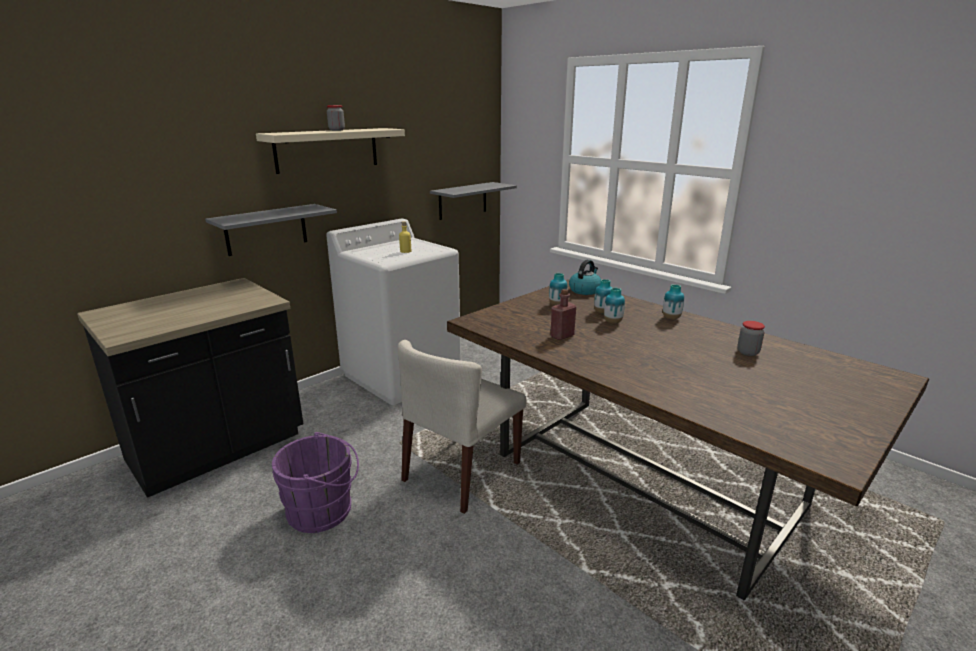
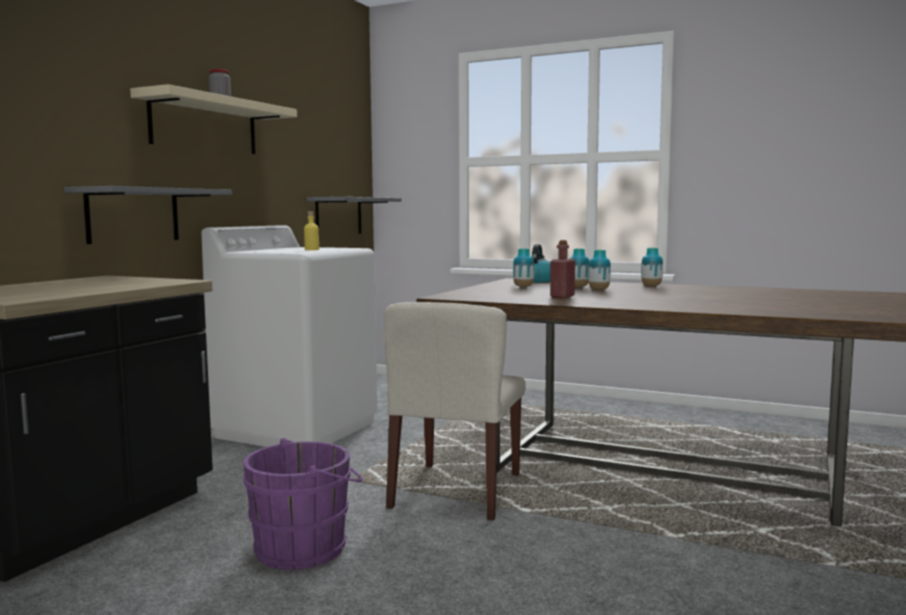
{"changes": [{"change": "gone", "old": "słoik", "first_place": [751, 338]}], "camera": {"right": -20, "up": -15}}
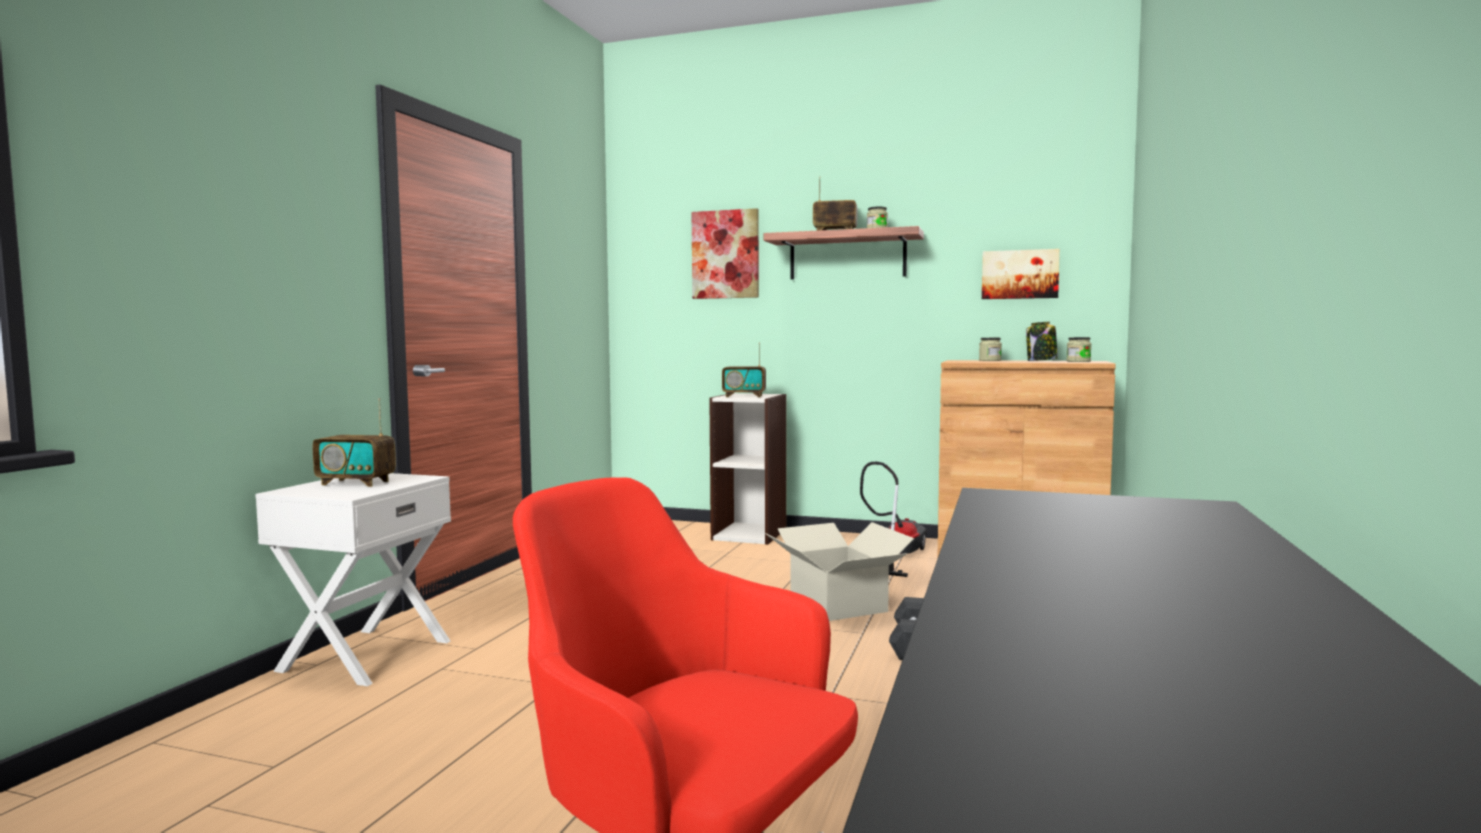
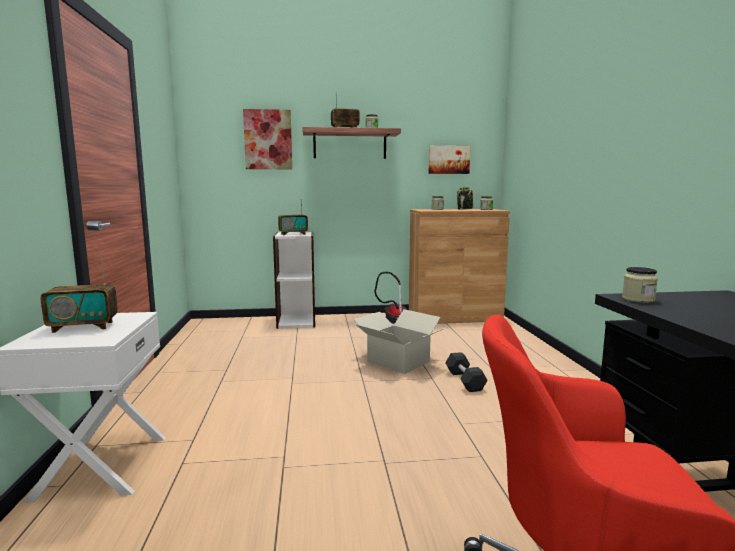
{"changes": [{"change": "new", "new": "słoik", "second_place": [640, 285]}], "camera": {"right": -25, "up": 5}}
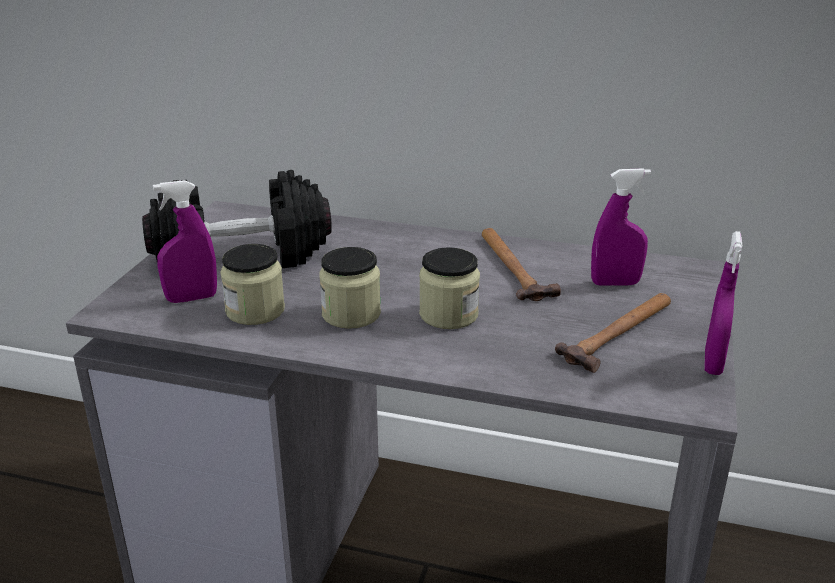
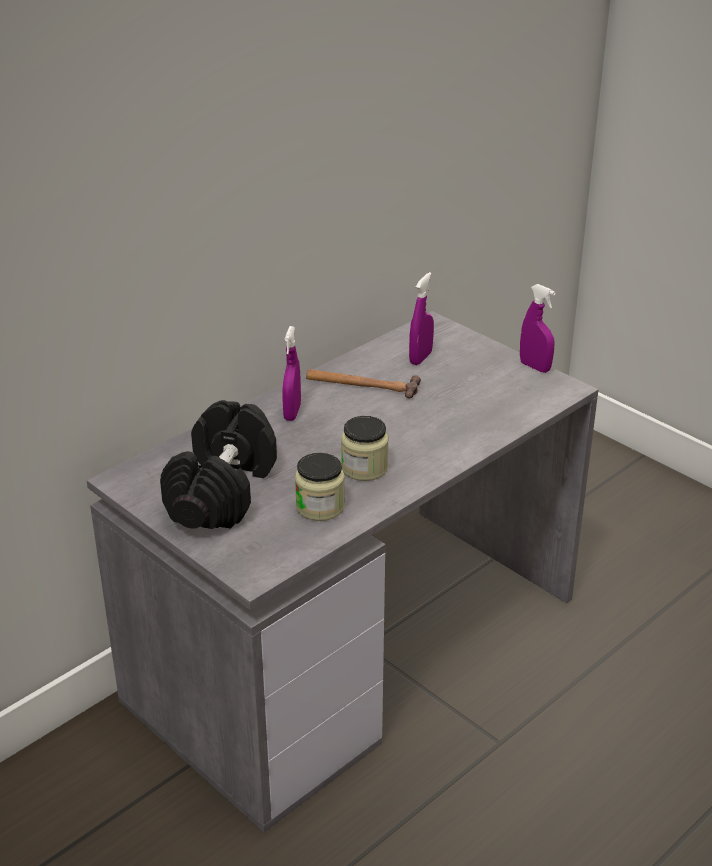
{"changes": [{"change": "shifted", "old": "spryskiwacz/fioletowy", "first_place": [185, 241], "second_place": [291, 373]}, {"change": "gone", "old": "słoik", "first_place": [449, 288]}, {"change": "gone", "old": "młotek", "first_place": [613, 333]}], "camera": {"right": -60, "up": 5}}
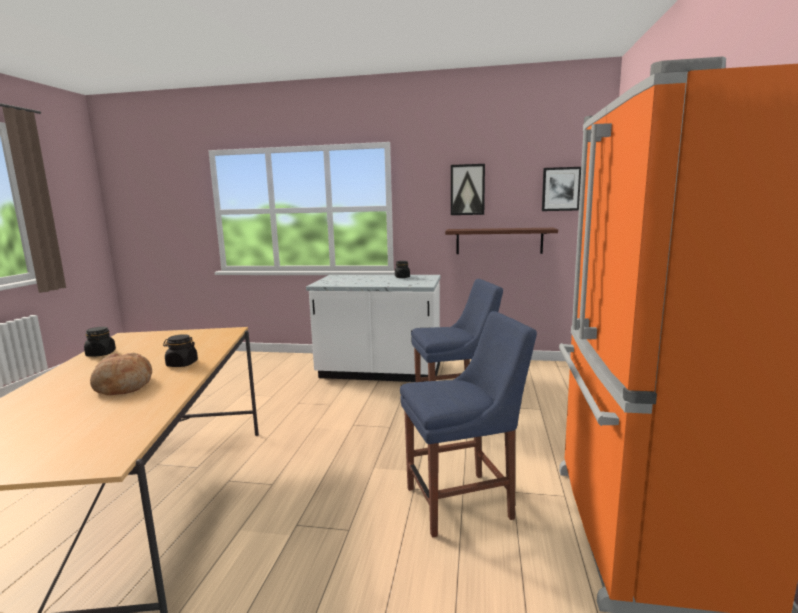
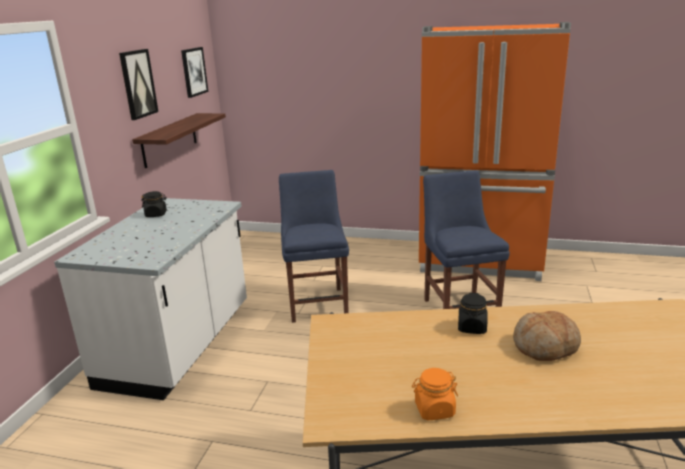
{"changes": [{"change": "repainted", "old": "słoik/czarny", "new": "słoik/pomarańczowy", "first_place": [100, 342], "second_place": [435, 394]}], "camera": {"right": -85, "up": 10}}
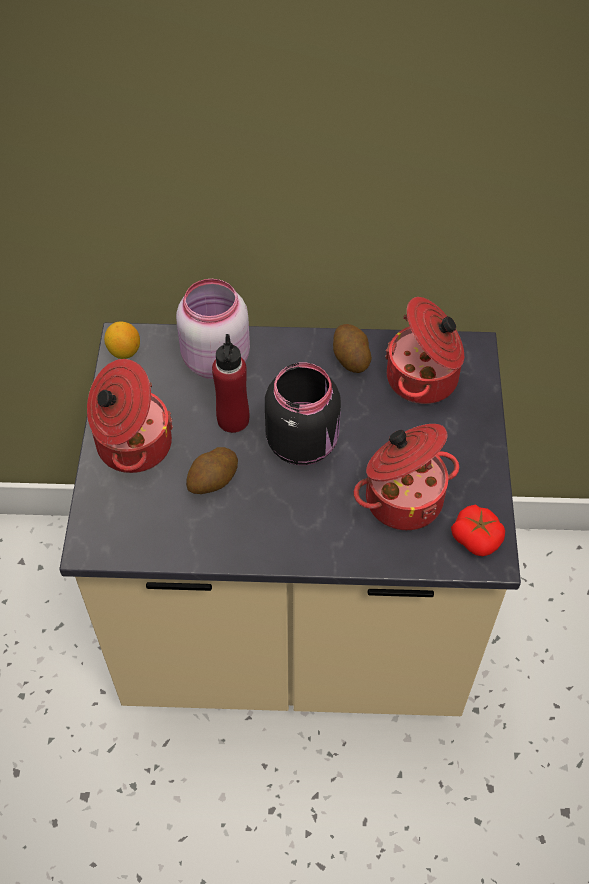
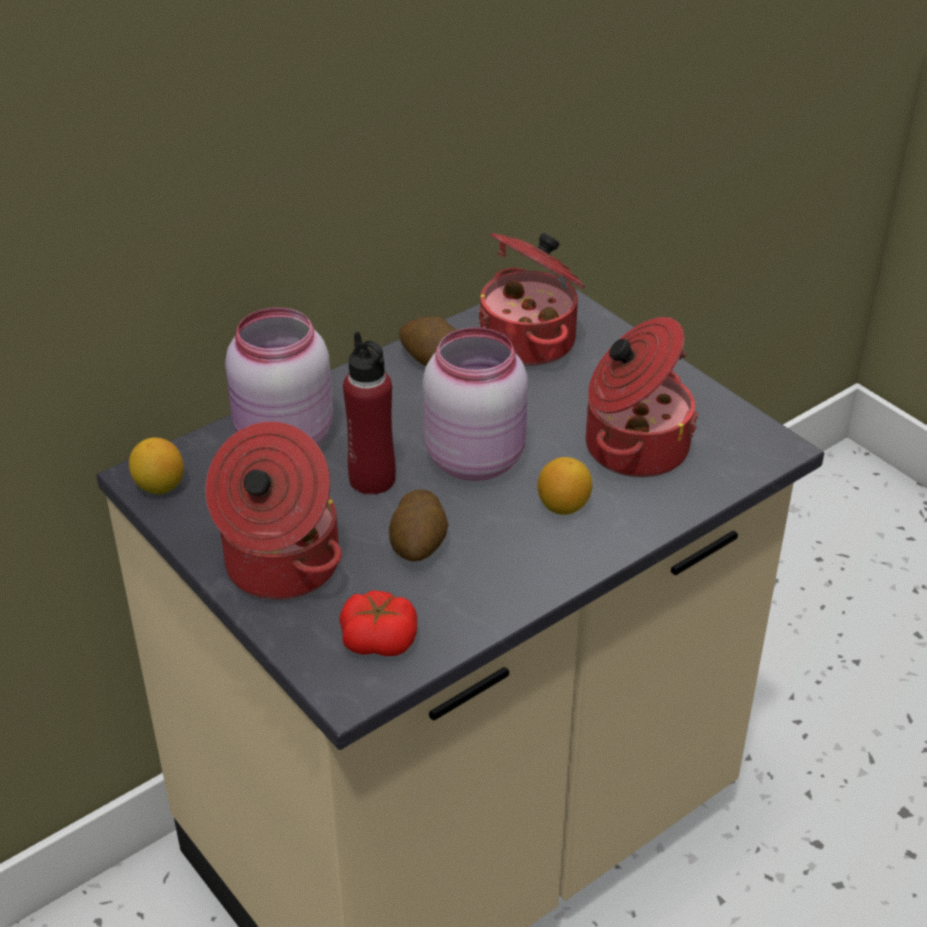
{"changes": [{"change": "shifted", "old": "pomidor", "first_place": [478, 530], "second_place": [378, 623]}, {"change": "repainted", "old": "słoik/czarny", "new": "słoik/różowy", "first_place": [303, 413], "second_place": [475, 404]}, {"change": "new", "new": "cytryna", "second_place": [565, 486]}], "camera": {"right": -40, "up": -15}}
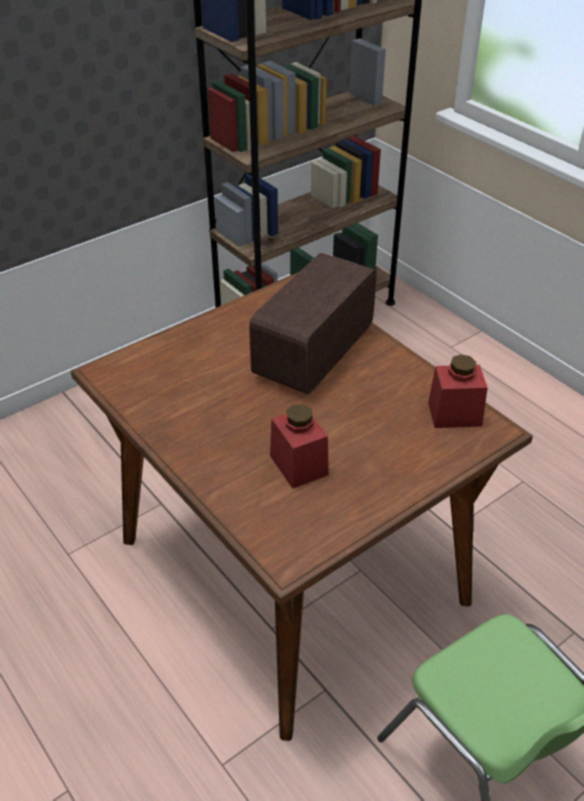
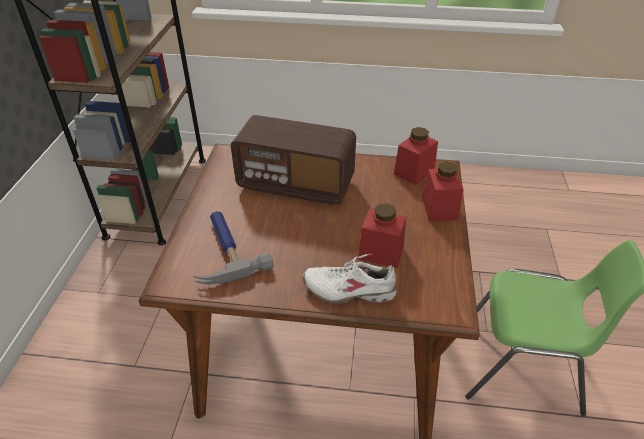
{"changes": [{"change": "new", "new": "młotek", "second_place": [234, 247]}, {"change": "rotated", "old": "radio", "first_place": [313, 323], "second_place": [293, 160], "degrees": -60}, {"change": "new", "new": "but/biały", "second_place": [350, 279]}, {"change": "new", "new": "słoik/czerwony", "second_place": [443, 191]}], "camera": {"right": -45, "up": 0}}
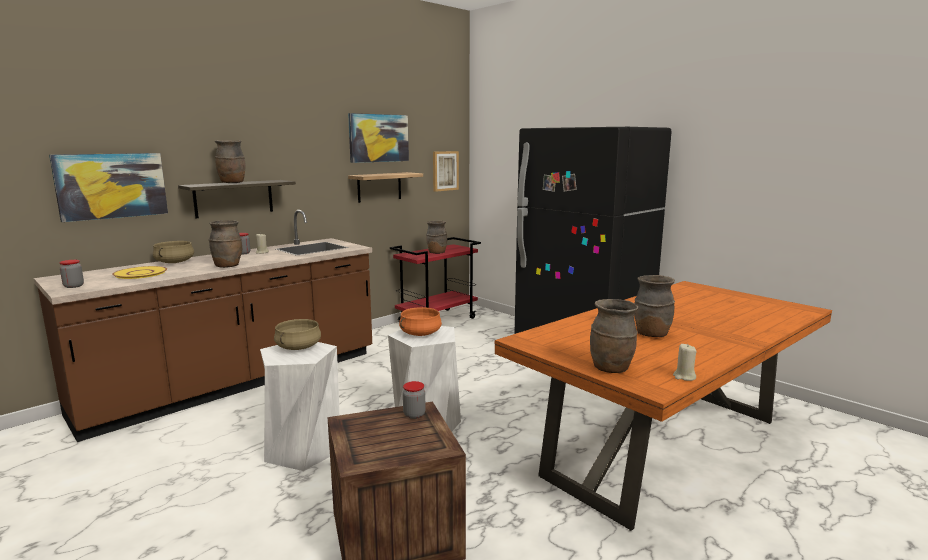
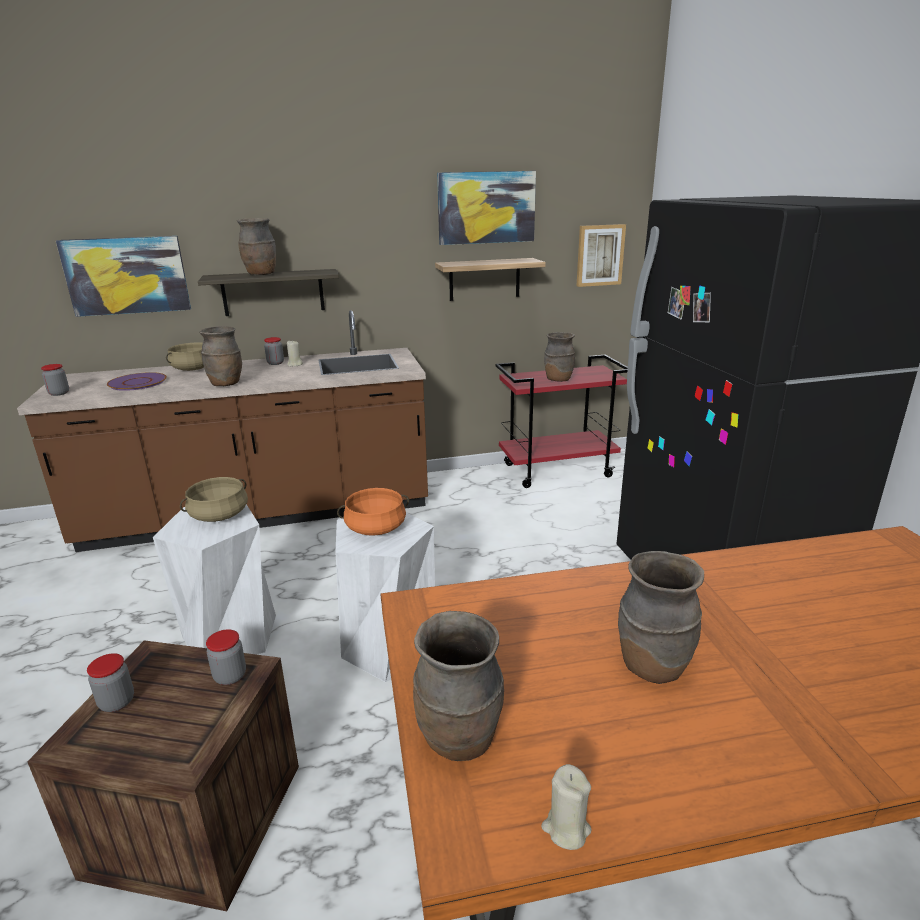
{"changes": [{"change": "new", "new": "słoik", "second_place": [110, 682]}, {"change": "repainted", "old": "talerz/żółty", "new": "talerz/fioletowy", "first_place": [139, 272], "second_place": [137, 381]}], "camera": {"right": 30, "up": 10}}
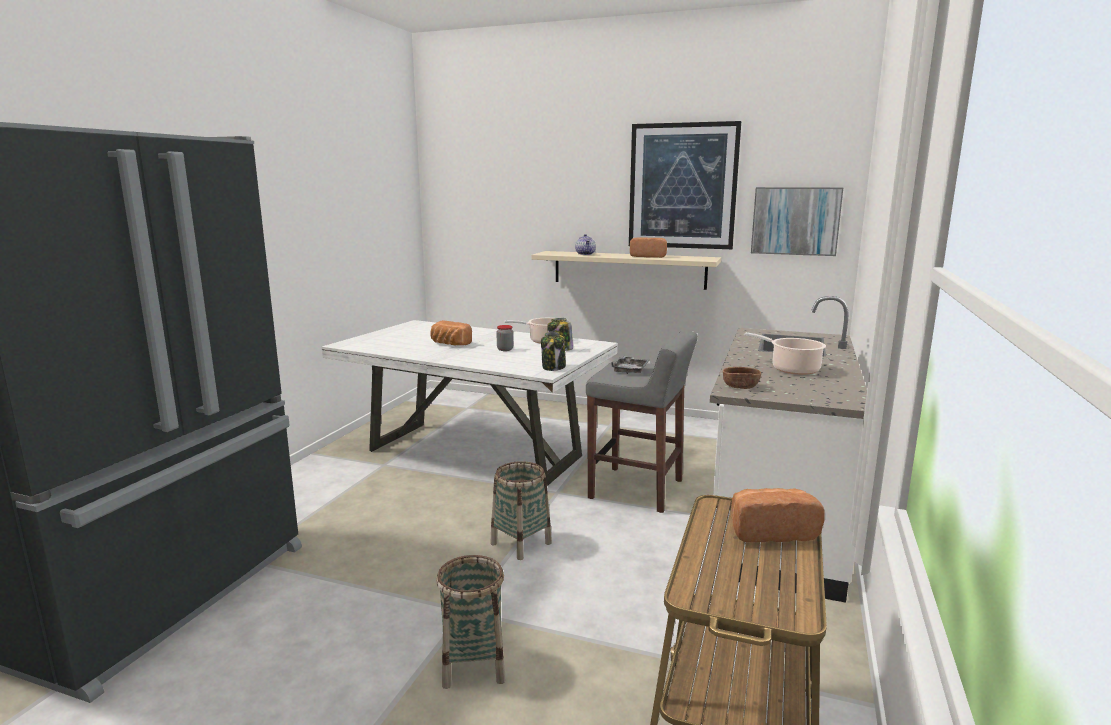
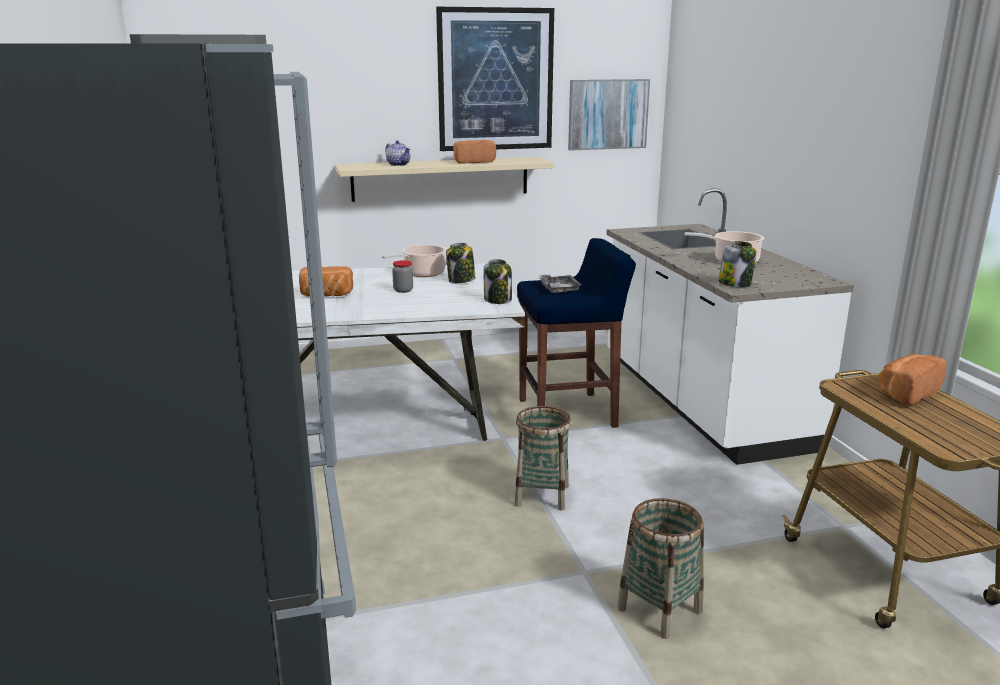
{"changes": [{"change": "repainted", "old": "stołek/szary", "new": "stołek/niebieski", "first_place": [642, 421], "second_place": [576, 333]}, {"change": "swapped", "old": "miska/brązowy", "new": "słoik", "first_place": [742, 378], "second_place": [738, 264]}], "camera": {"right": -35, "up": 5}}
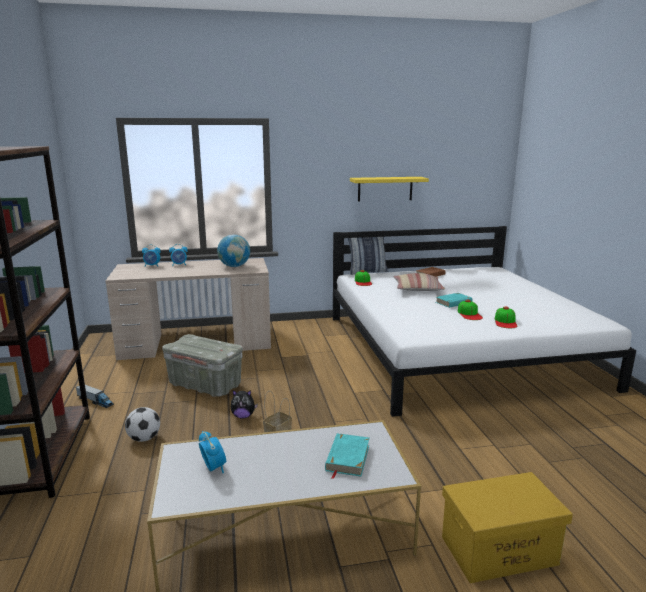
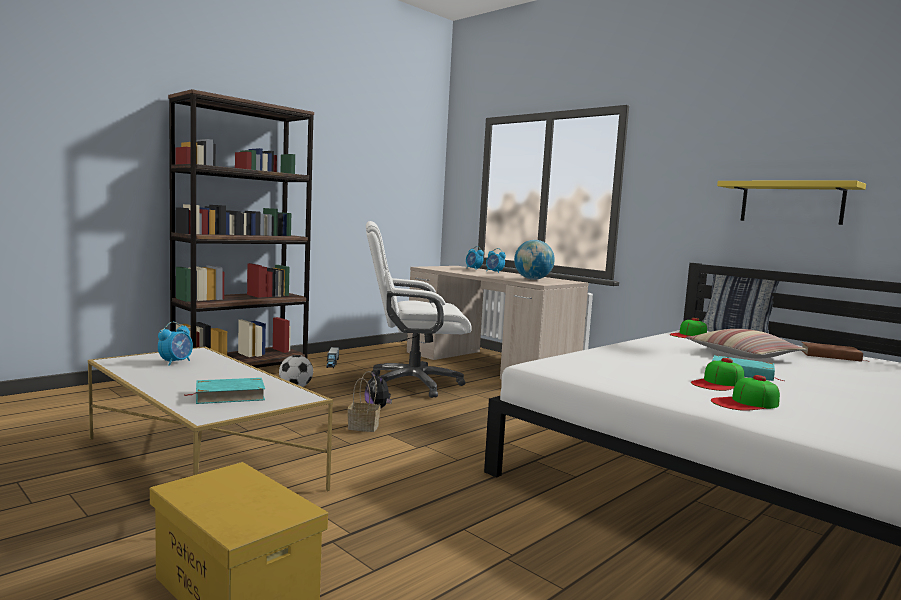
{"changes": [{"change": "swapped", "old": "pojemnik do przechowywania/szary", "new": "krzesło biurowe/biały", "first_place": [202, 365], "second_place": [419, 309]}], "camera": {"right": 55, "up": -10}}
